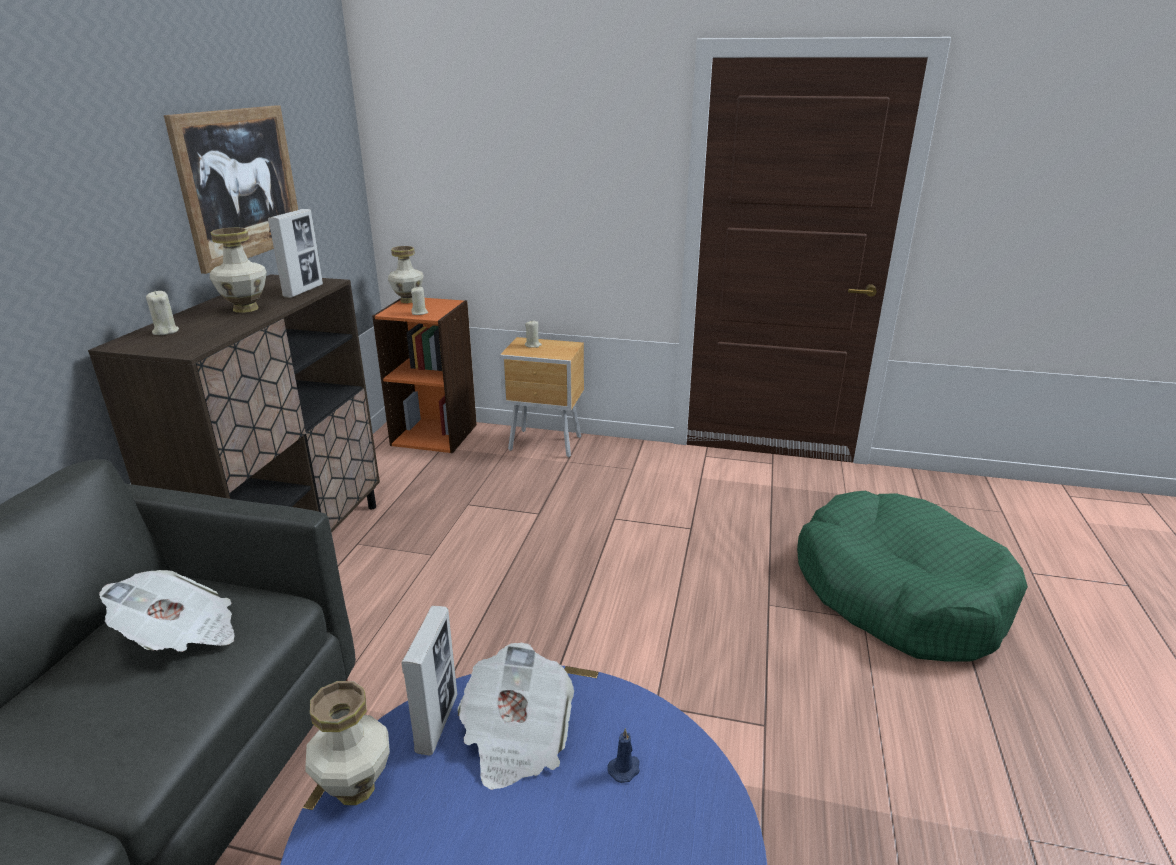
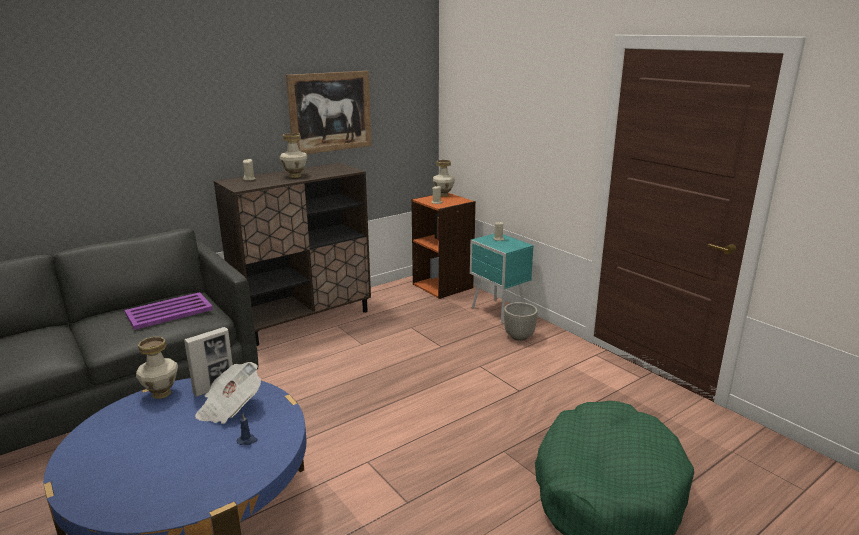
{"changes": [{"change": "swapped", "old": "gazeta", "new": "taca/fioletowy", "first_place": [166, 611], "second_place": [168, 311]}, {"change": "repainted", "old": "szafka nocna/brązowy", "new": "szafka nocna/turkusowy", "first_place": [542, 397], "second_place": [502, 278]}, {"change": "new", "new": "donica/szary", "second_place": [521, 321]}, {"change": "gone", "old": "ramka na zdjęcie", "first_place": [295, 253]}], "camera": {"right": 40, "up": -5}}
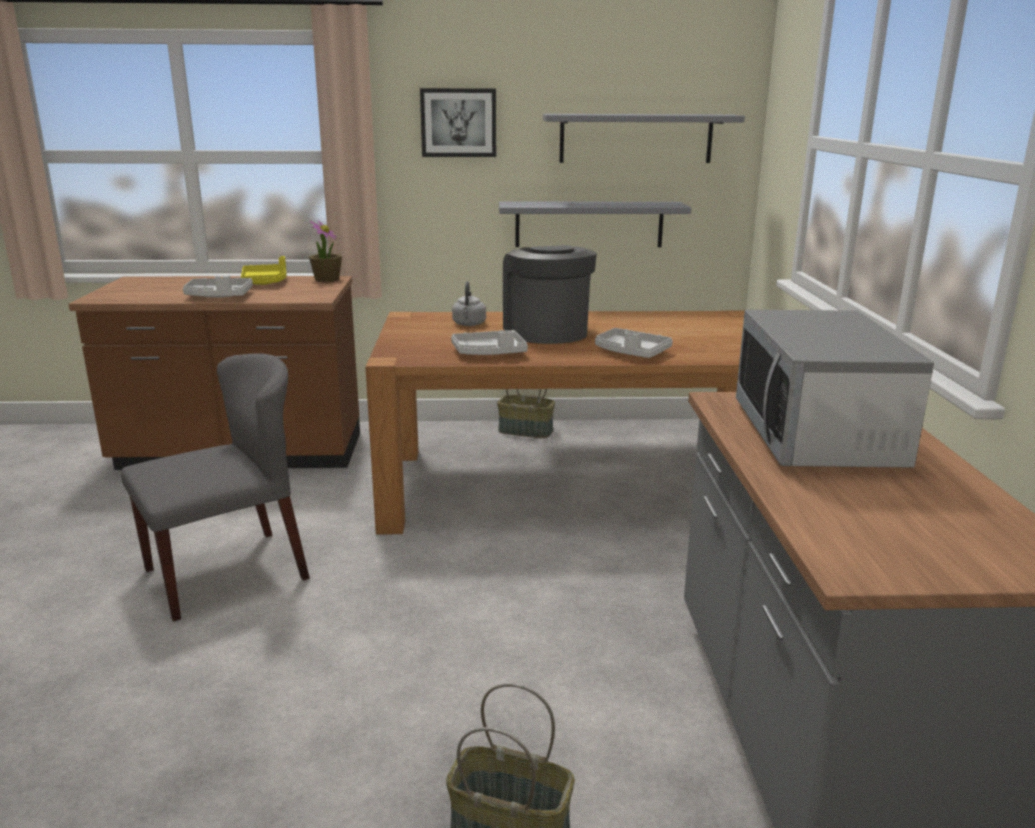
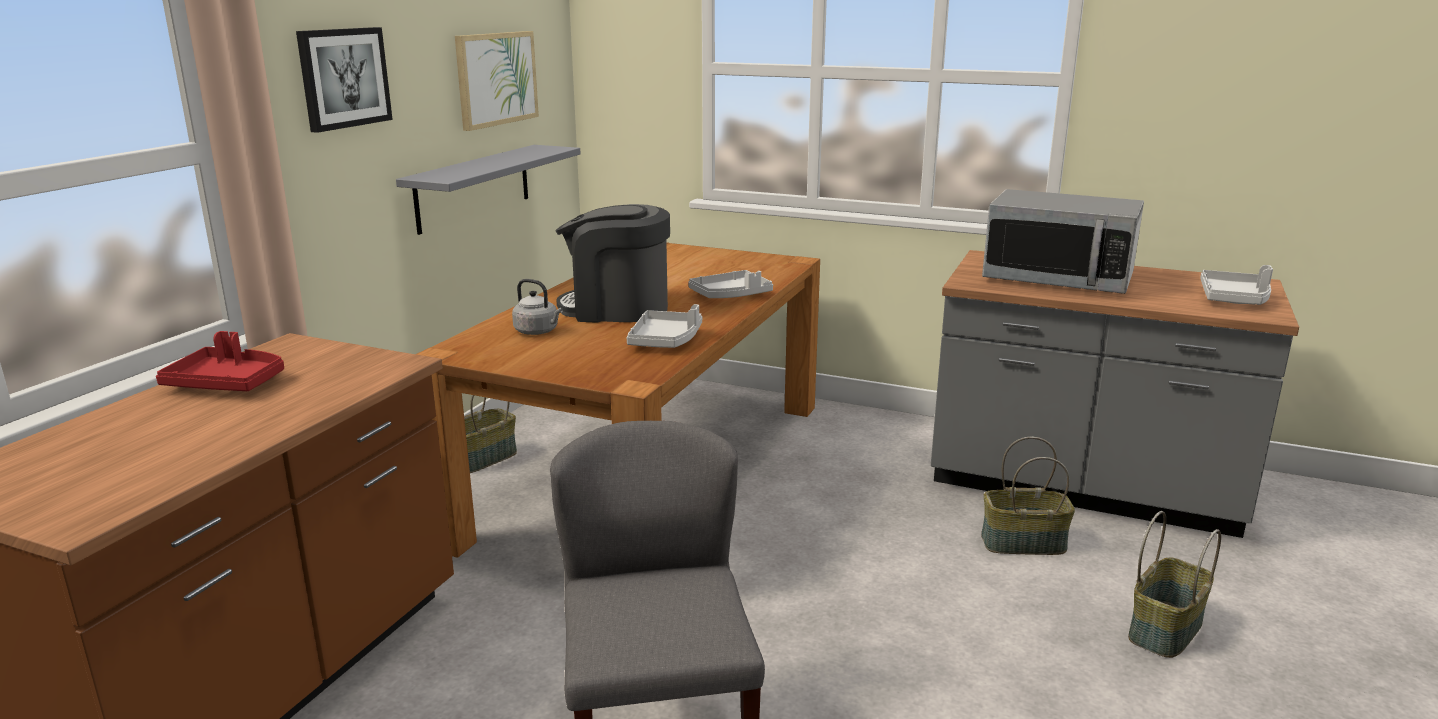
{"changes": [{"change": "repainted", "old": "taca/żółty", "new": "taca/czerwony", "first_place": [264, 270], "second_place": [220, 361]}, {"change": "swapped", "old": "półka/szary", "new": "obraz", "first_place": [644, 138], "second_place": [497, 81]}, {"change": "new", "new": "koszyk", "second_place": [1028, 496]}, {"change": "shifted", "old": "taca/szary", "first_place": [218, 287], "second_place": [1236, 285]}, {"change": "gone", "old": "roślina doniczkowa", "first_place": [325, 251]}], "camera": {"right": -65, "up": 0}}
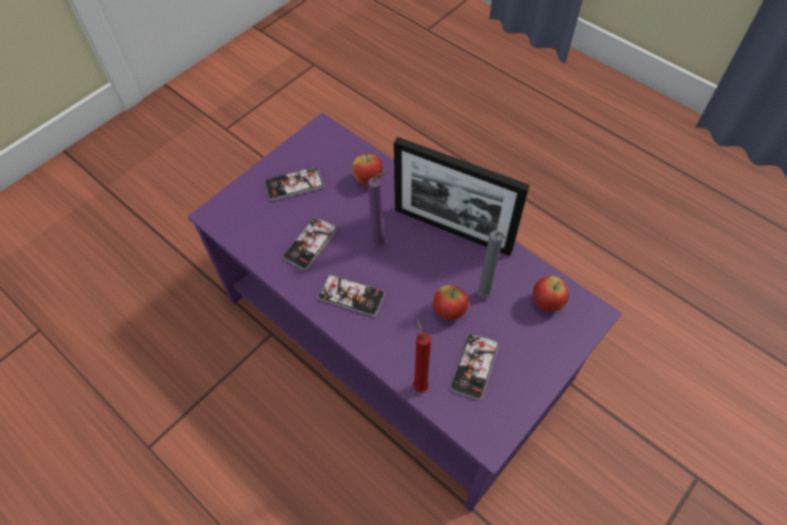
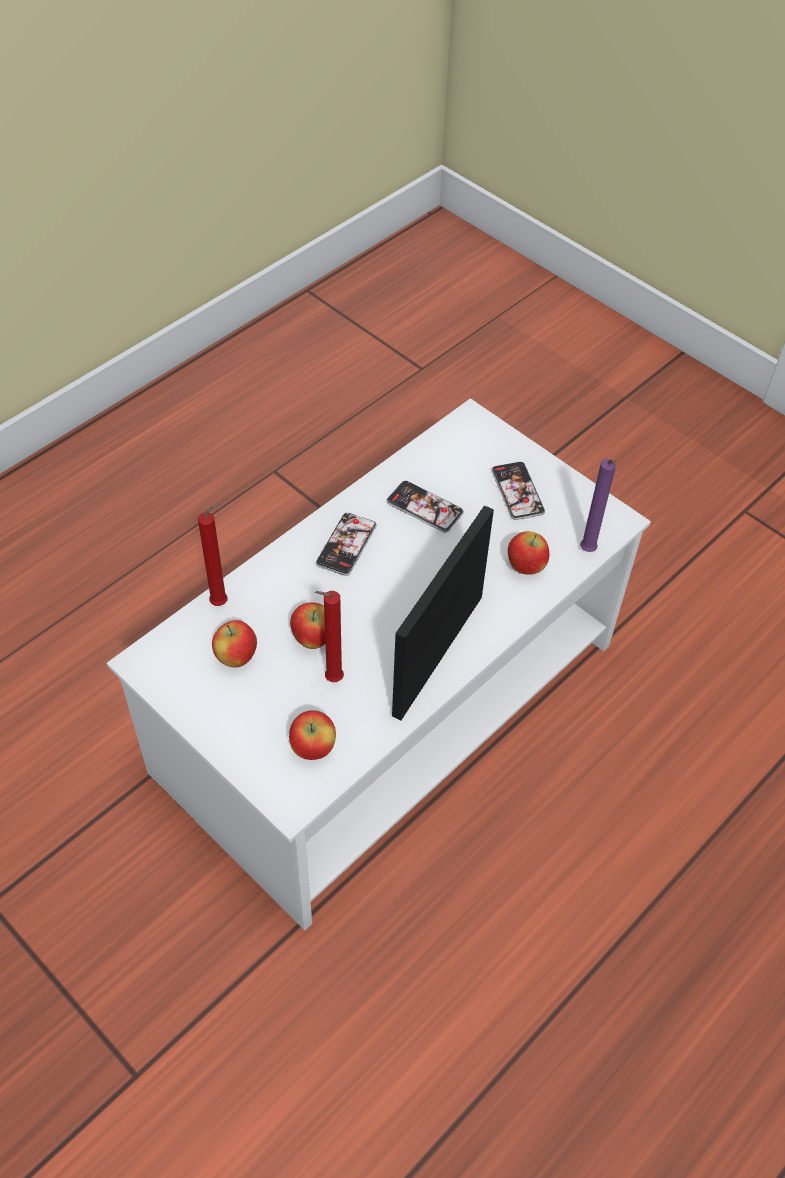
{"changes": [{"change": "repainted", "old": "ława/fioletowy", "new": "ława/biały", "first_place": [405, 312], "second_place": [379, 664]}, {"change": "swapped", "old": "telefon", "new": "jabłko", "first_place": [474, 366], "second_place": [234, 643]}, {"change": "repainted", "old": "świeca/szary", "new": "świeca/czerwony", "first_place": [491, 264], "second_place": [329, 636]}, {"change": "shifted", "old": "świeca/fioletowy", "first_place": [377, 209], "second_place": [598, 505]}], "camera": {"right": 90, "up": -5}}
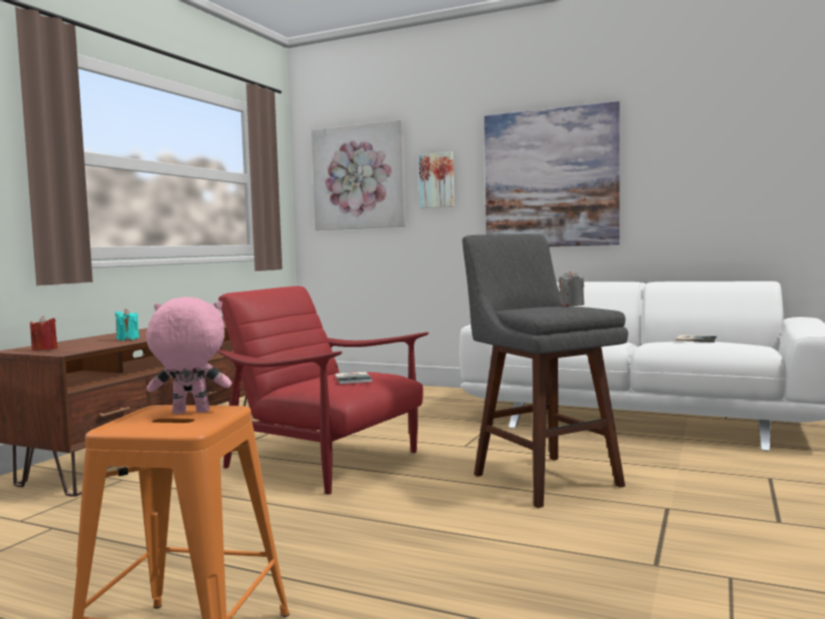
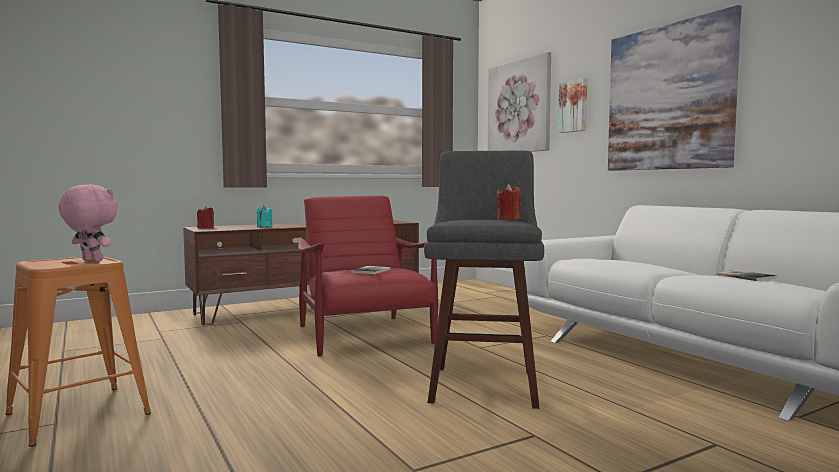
{"changes": [{"change": "repainted", "old": "świeca/szary", "new": "świeca/czerwony", "first_place": [571, 288], "second_place": [509, 202]}], "camera": {"right": 35, "up": 0}}
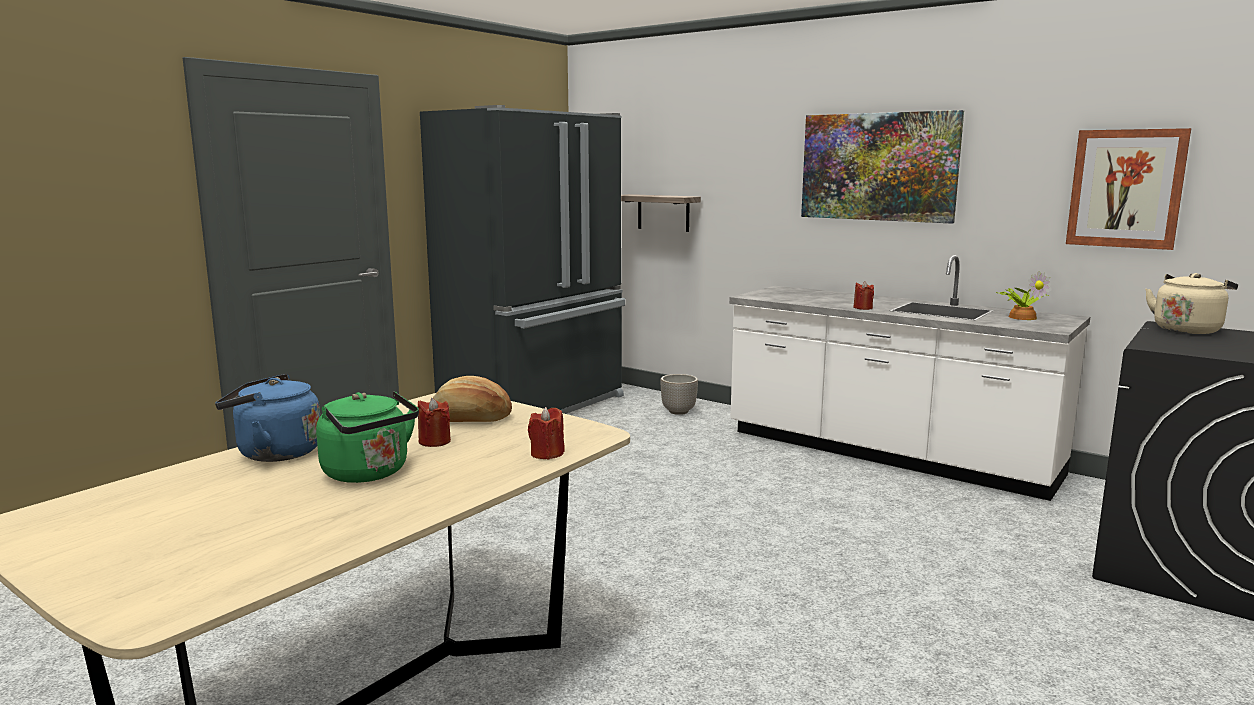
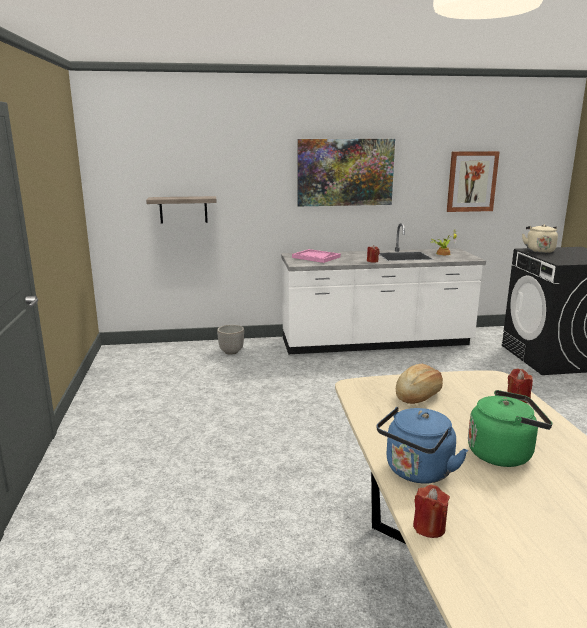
{"changes": [{"change": "new", "new": "taca/różowy", "second_place": [316, 256]}, {"change": "shifted", "old": "świeca/czerwony", "first_place": [434, 422], "second_place": [431, 511]}, {"change": "gone", "old": "lodówka/czarny", "first_place": [522, 259]}], "camera": {"right": -45, "up": 5}}
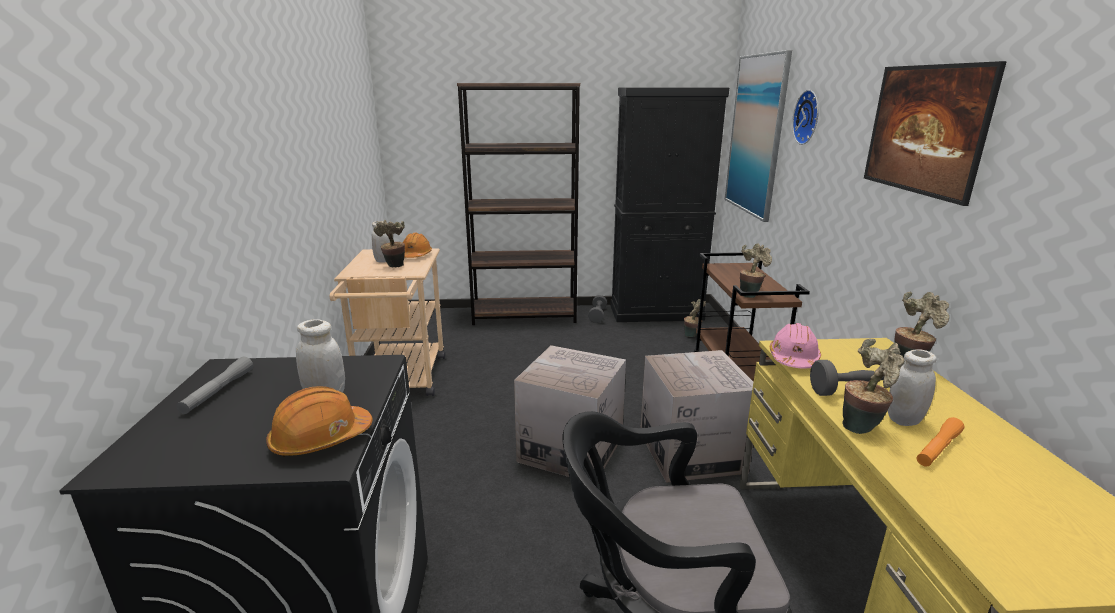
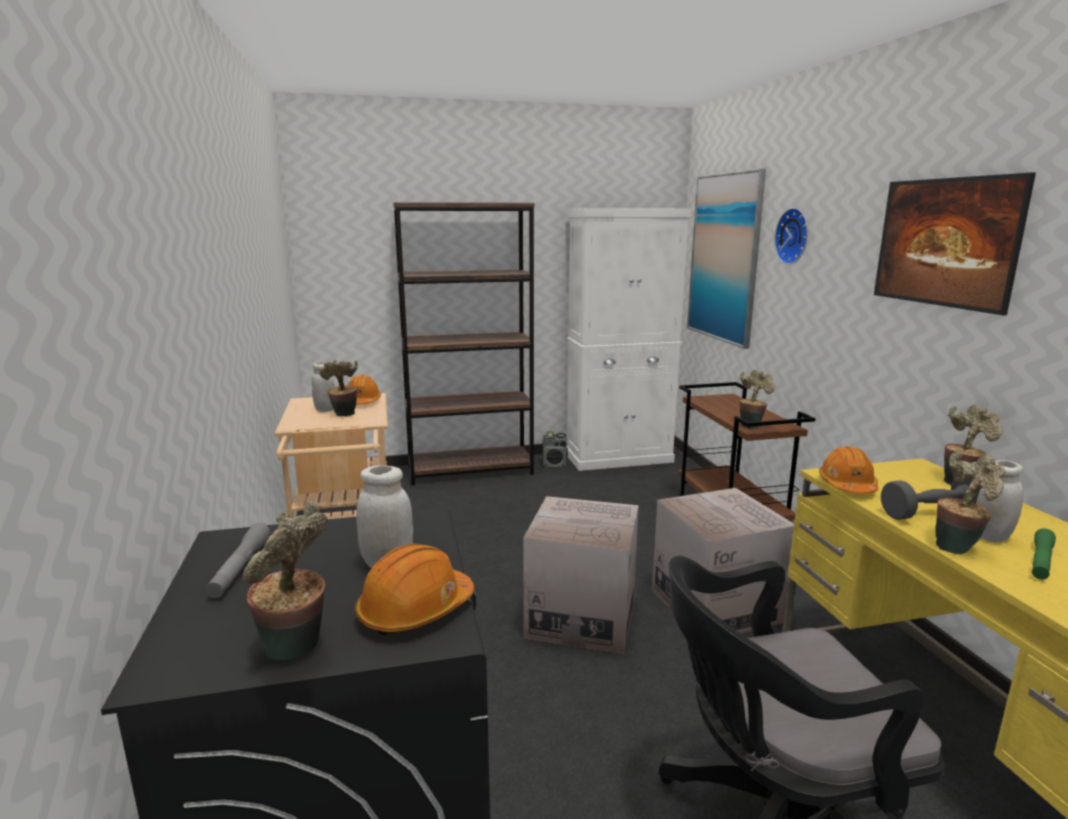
{"changes": [{"change": "shifted", "old": "roślina doniczkowa", "first_place": [695, 318], "second_place": [285, 581]}, {"change": "swapped", "old": "hantel/szary", "new": "radio", "first_place": [597, 309], "second_place": [555, 449]}, {"change": "repainted", "old": "szafka/czarny", "new": "szafka/biały", "first_place": [669, 204], "second_place": [629, 339]}, {"change": "repainted", "old": "kask/różowy", "new": "kask/pomarańczowy", "first_place": [795, 345], "second_place": [848, 470]}, {"change": "repainted", "old": "latarka/pomarańczowy", "new": "latarka/zielony", "first_place": [940, 441], "second_place": [1044, 554]}], "camera": {"right": -10, "up": -5}}
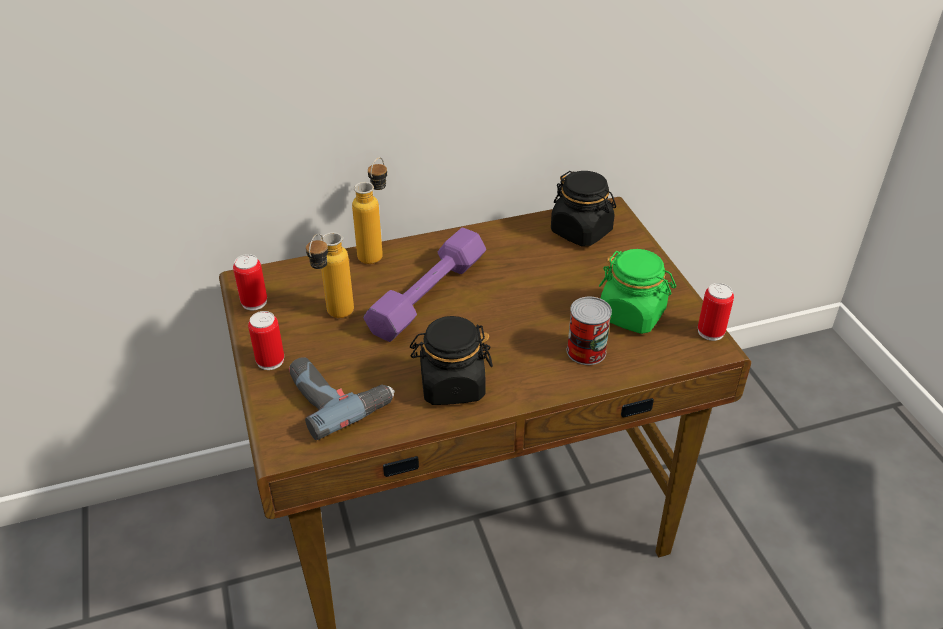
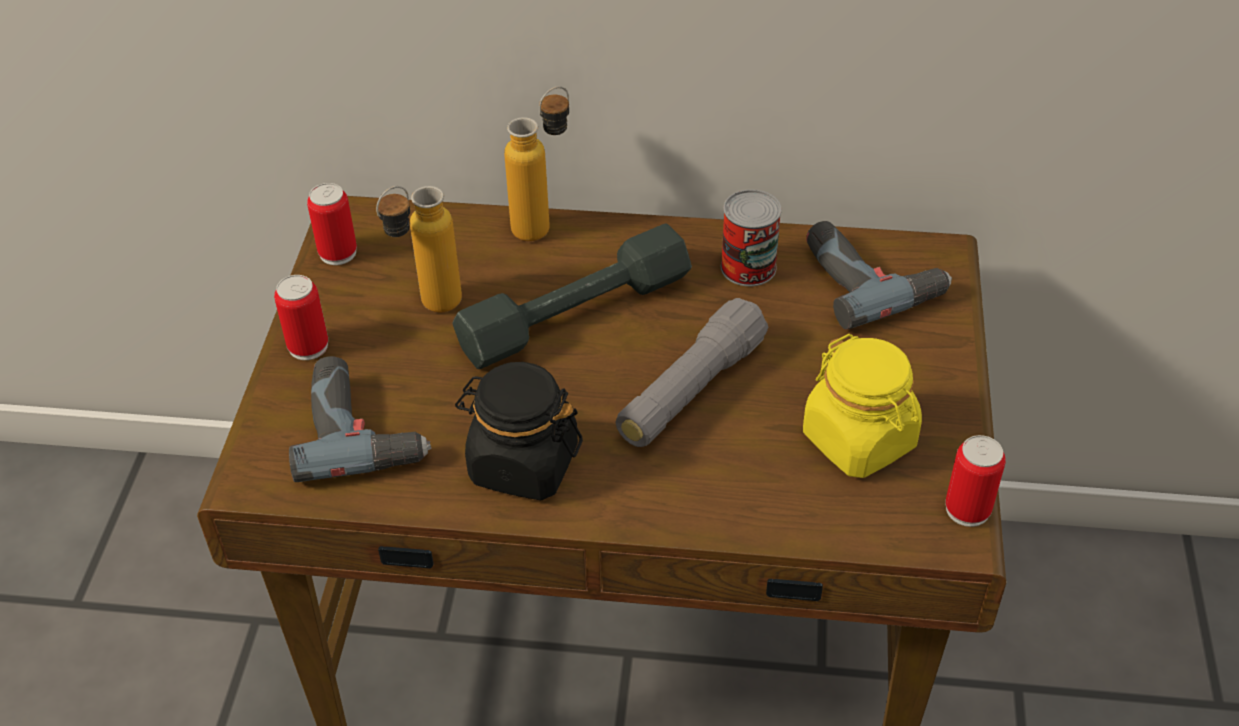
{"changes": [{"change": "repainted", "old": "hantel/fioletowy", "new": "hantel/szary", "first_place": [424, 284], "second_place": [572, 296]}, {"change": "new", "new": "latarka/szary", "second_place": [691, 372]}, {"change": "shifted", "old": "puszka", "first_place": [589, 331], "second_place": [751, 237]}, {"change": "repainted", "old": "słoik/zielony", "new": "słoik/żółty", "first_place": [637, 291], "second_place": [862, 406]}, {"change": "swapped", "old": "słoik/czarny", "new": "wiertarka", "first_place": [583, 209], "second_place": [879, 275]}], "camera": {"right": 25, "up": 5}}
